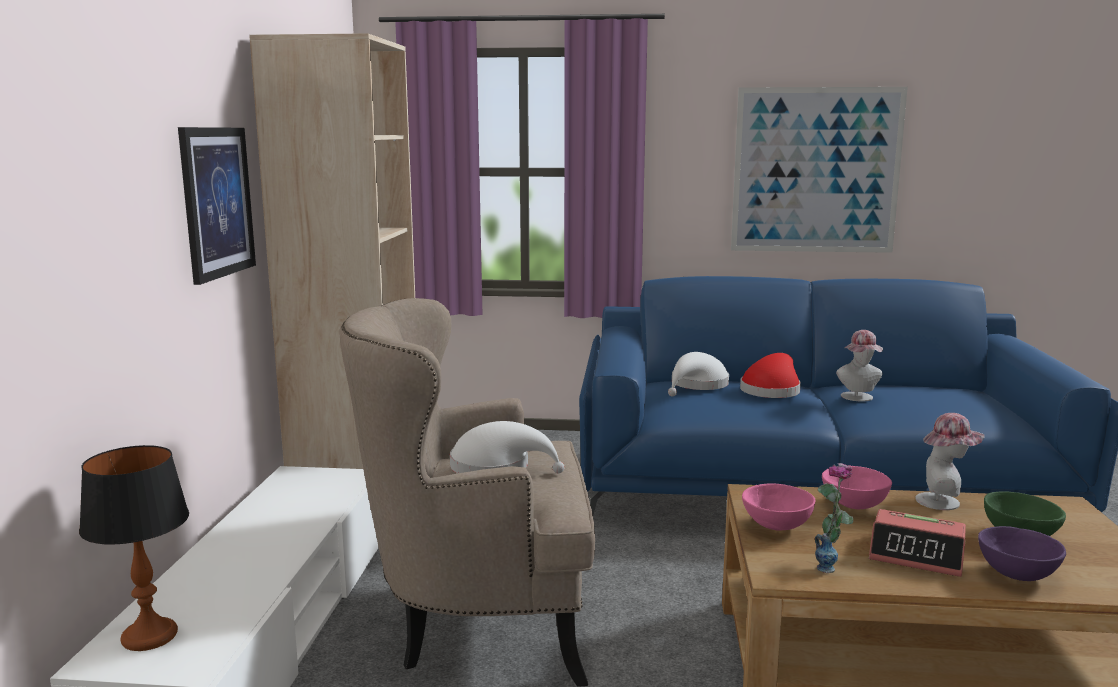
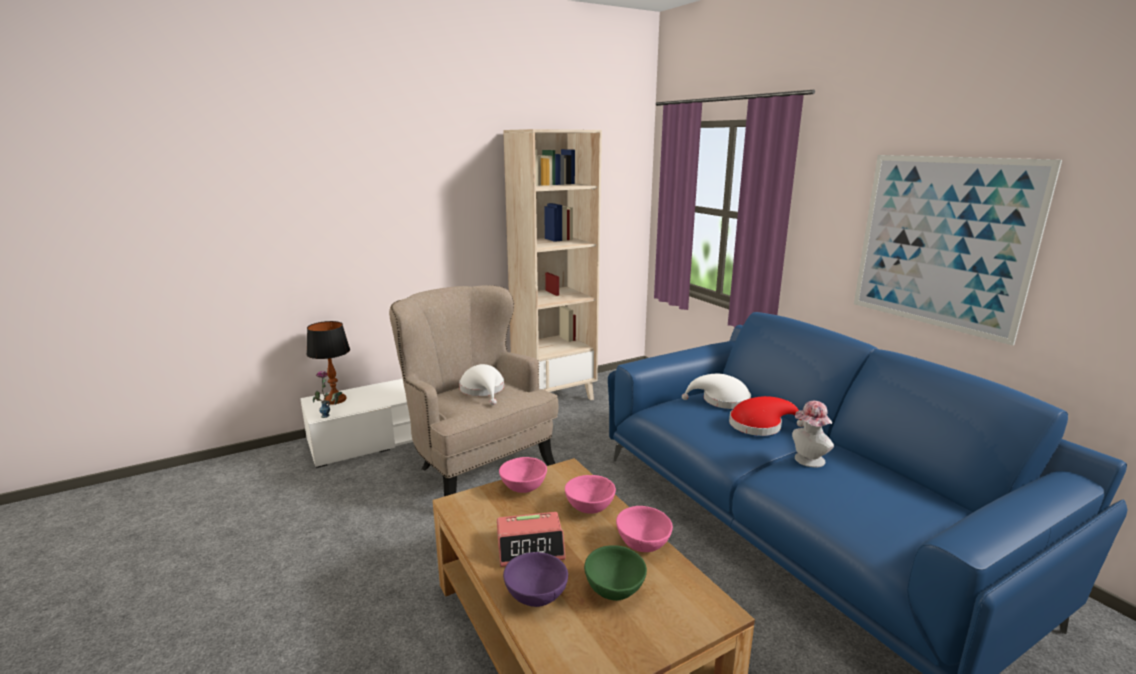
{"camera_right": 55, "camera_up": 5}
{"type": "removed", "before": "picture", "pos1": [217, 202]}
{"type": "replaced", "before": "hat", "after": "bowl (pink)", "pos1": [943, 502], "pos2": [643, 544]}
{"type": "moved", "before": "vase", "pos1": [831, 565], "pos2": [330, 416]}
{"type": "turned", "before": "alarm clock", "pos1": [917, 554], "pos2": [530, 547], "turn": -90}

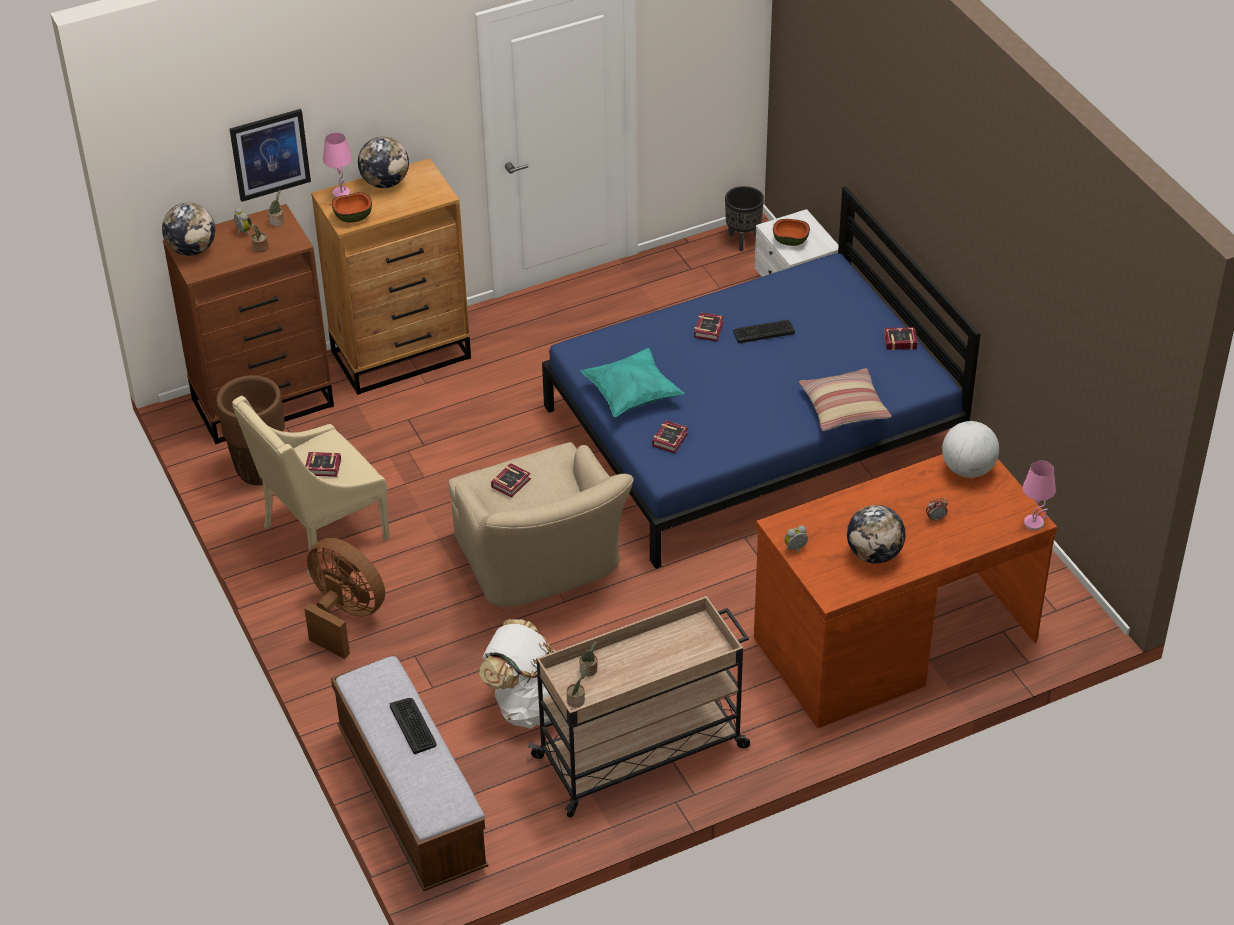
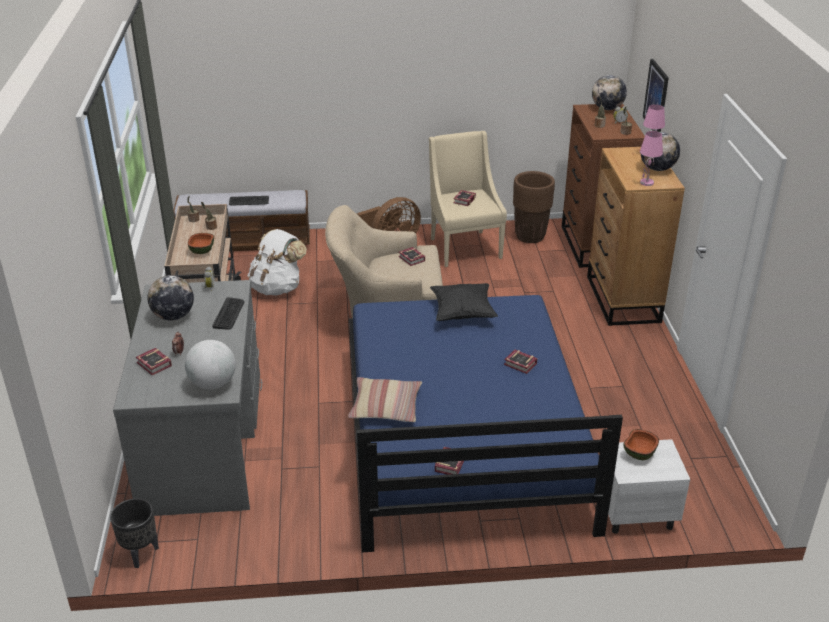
{"camera_right": 110, "camera_up": -10}
{"type": "moved", "before": "planter (black)", "pos1": [742, 241], "pos2": [140, 554]}
{"type": "moved", "before": "bowl", "pos1": [353, 216], "pos2": [202, 251]}
{"type": "moved", "before": "keyboard", "pos1": [763, 331], "pos2": [229, 314]}
{"type": "recoloured", "before": "pillow (turquoise)", "after": "pillow (black)", "pos1": [631, 395], "pos2": [462, 313]}
{"type": "moved", "before": "book", "pos1": [671, 439], "pos2": [154, 365]}
{"type": "recoloured", "before": "desk (brown)", "after": "desk (grey)", "pos1": [893, 638], "pos2": [204, 442]}
{"type": "moved", "before": "table lamp (pink)", "pos1": [1034, 523], "pos2": [646, 183]}

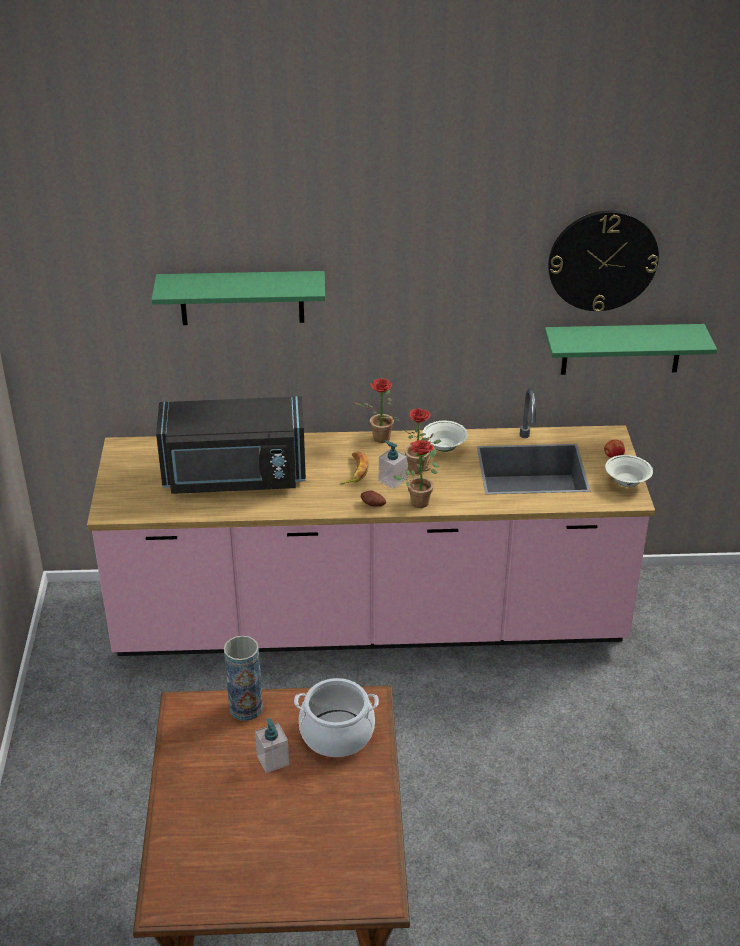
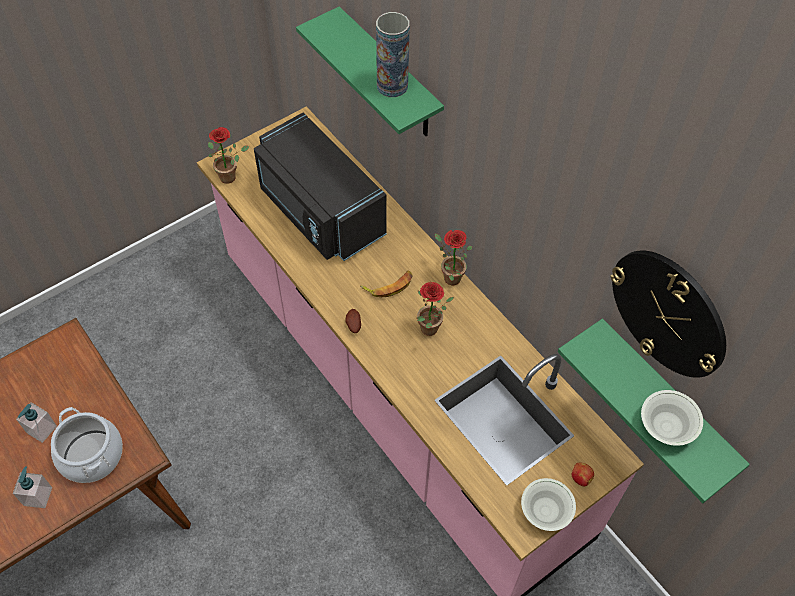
{"camera_right": 55, "camera_up": 20}
{"type": "moved", "before": "bowl (white)", "pos1": [444, 448], "pos2": [666, 427]}
{"type": "moved", "before": "soap dispenser", "pos1": [392, 480], "pos2": [38, 496]}
{"type": "moved", "before": "potted plant", "pos1": [420, 500], "pos2": [231, 176]}
{"type": "moved", "before": "vase", "pos1": [246, 708], "pos2": [392, 86]}

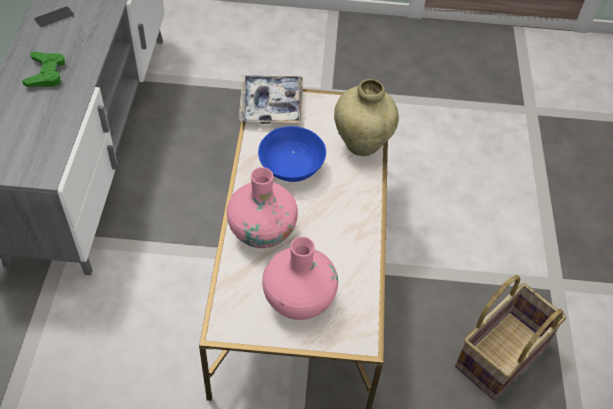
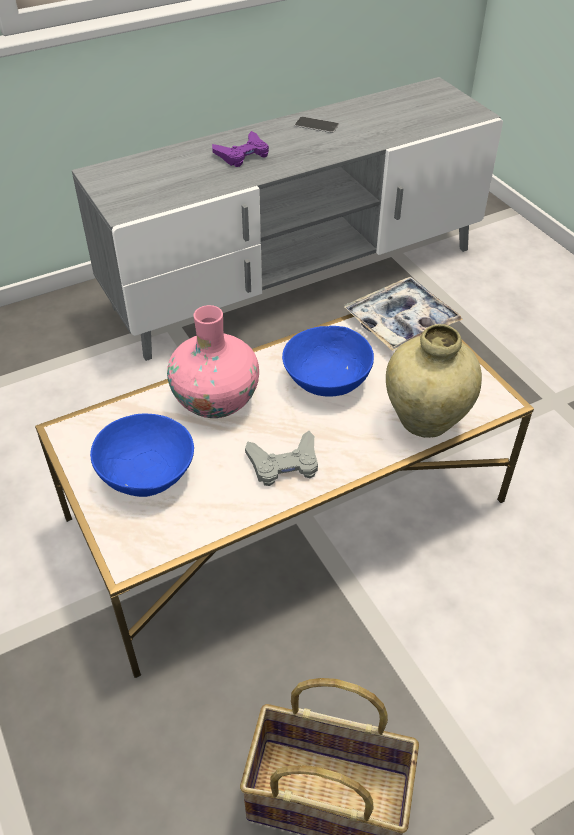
{"camera_right": 60, "camera_up": -5}
{"type": "recoloured", "before": "game controller (green)", "after": "game controller (purple)", "pos1": [46, 73], "pos2": [242, 154]}
{"type": "replaced", "before": "vase (pink)", "after": "bowl (blue)", "pos1": [298, 299], "pos2": [146, 473]}
{"type": "added", "after": "game controller (grey)", "pos2": [284, 464]}

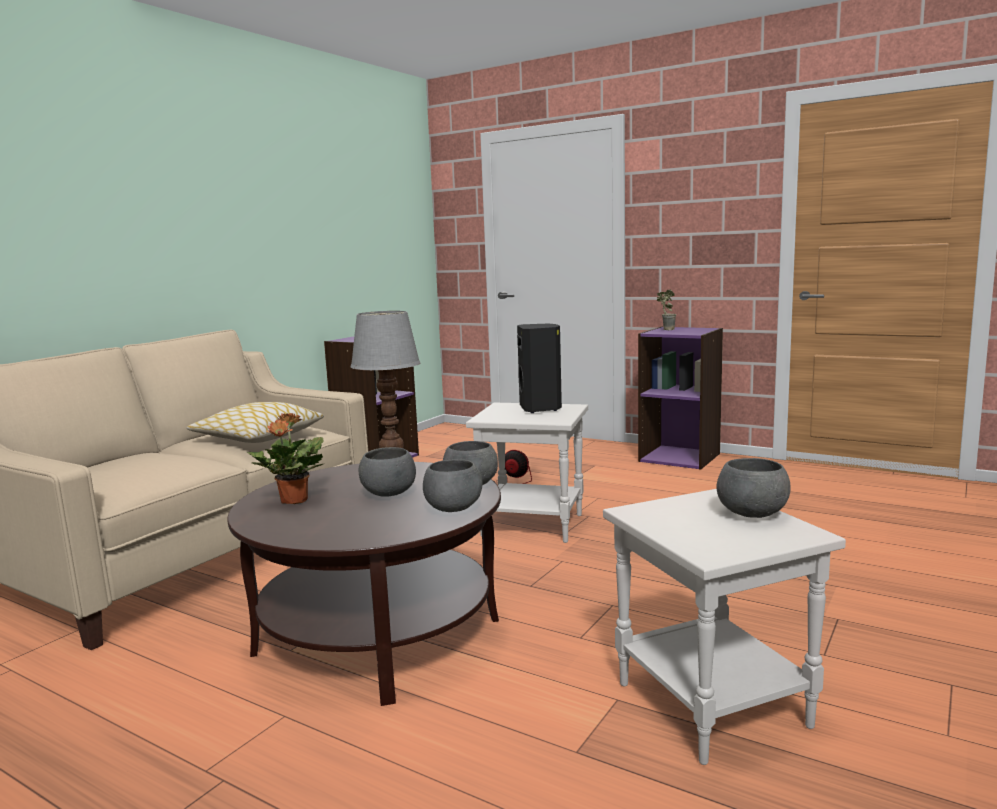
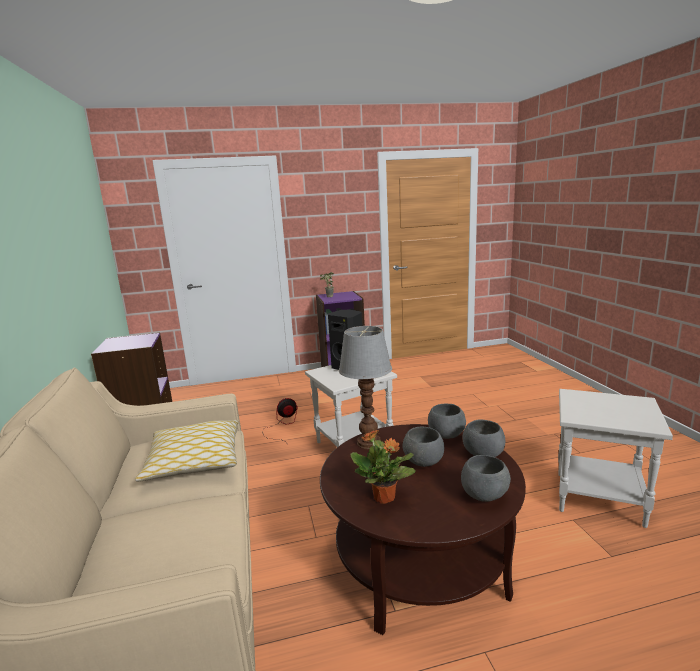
{"camera_right": -45, "camera_up": 5}
{"type": "moved", "before": "bowl (grey)", "pos1": [752, 515], "pos2": [485, 495]}

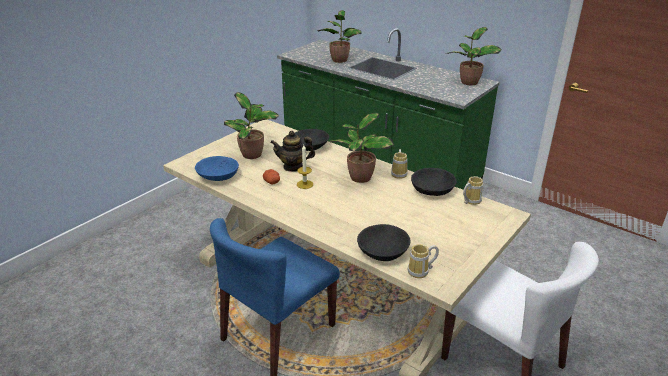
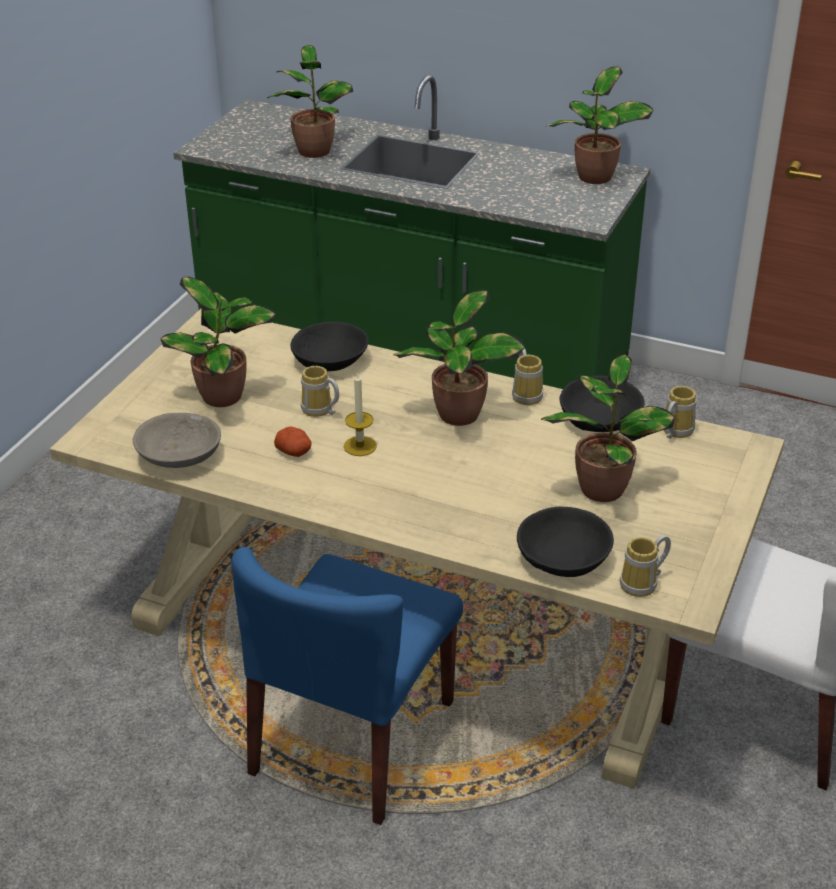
{"camera_right": -15, "camera_up": 5}
{"type": "replaced", "before": "teapot", "after": "mug", "pos1": [293, 167], "pos2": [319, 411]}
{"type": "recoloured", "before": "bowl (blue)", "after": "bowl (grey)", "pos1": [218, 176], "pos2": [179, 456]}
{"type": "added", "after": "potted plant", "pos2": [602, 487]}

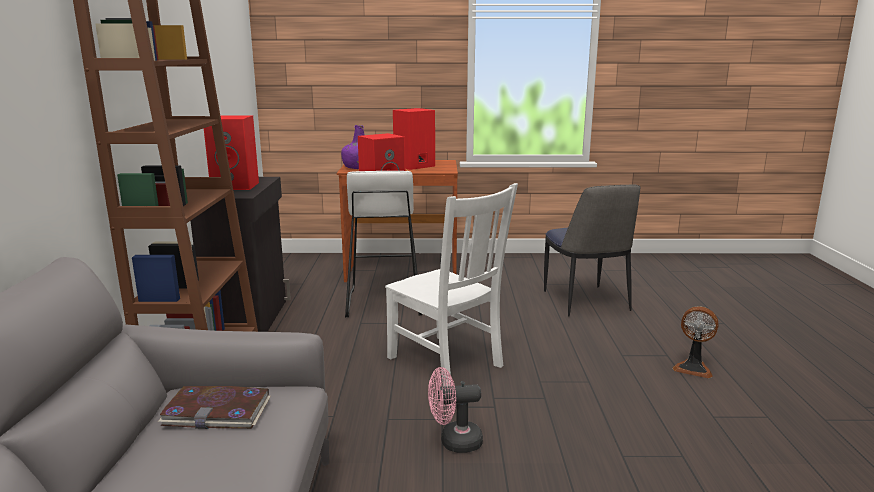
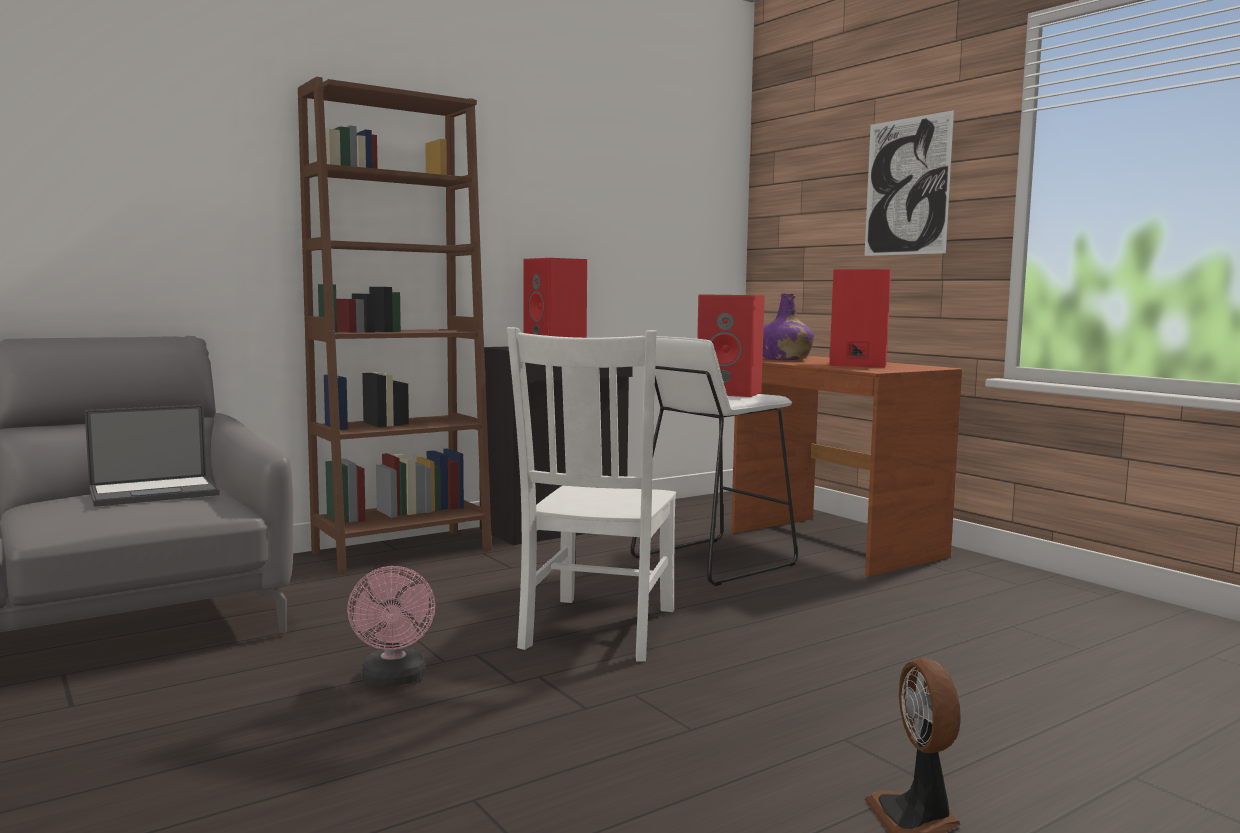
{"camera_right": 55, "camera_up": -10}
{"type": "removed", "before": "chair", "pos1": [586, 302]}
{"type": "turned", "before": "fan (pink)", "pos1": [454, 442], "pos2": [394, 680], "turn": -150}
{"type": "replaced", "before": "book", "after": "laptop", "pos1": [217, 411], "pos2": [155, 492]}
{"type": "added", "after": "picture", "pos2": [907, 186]}

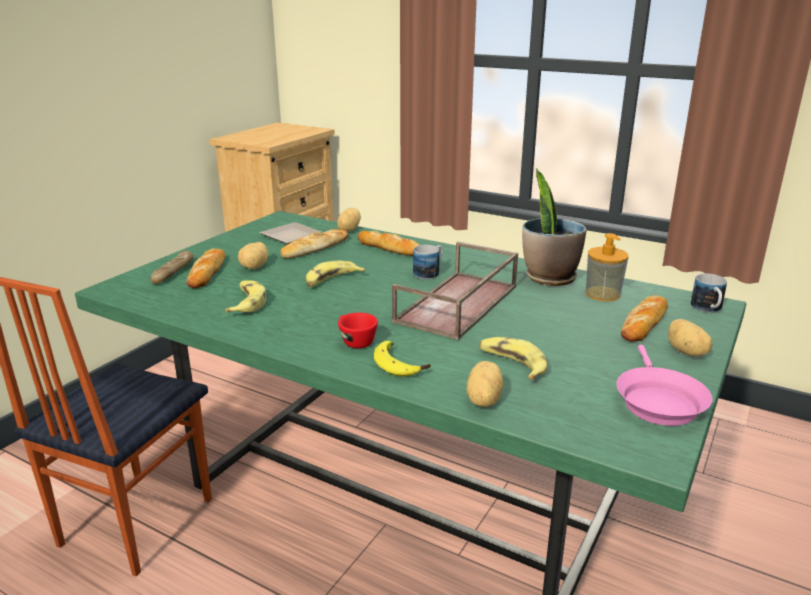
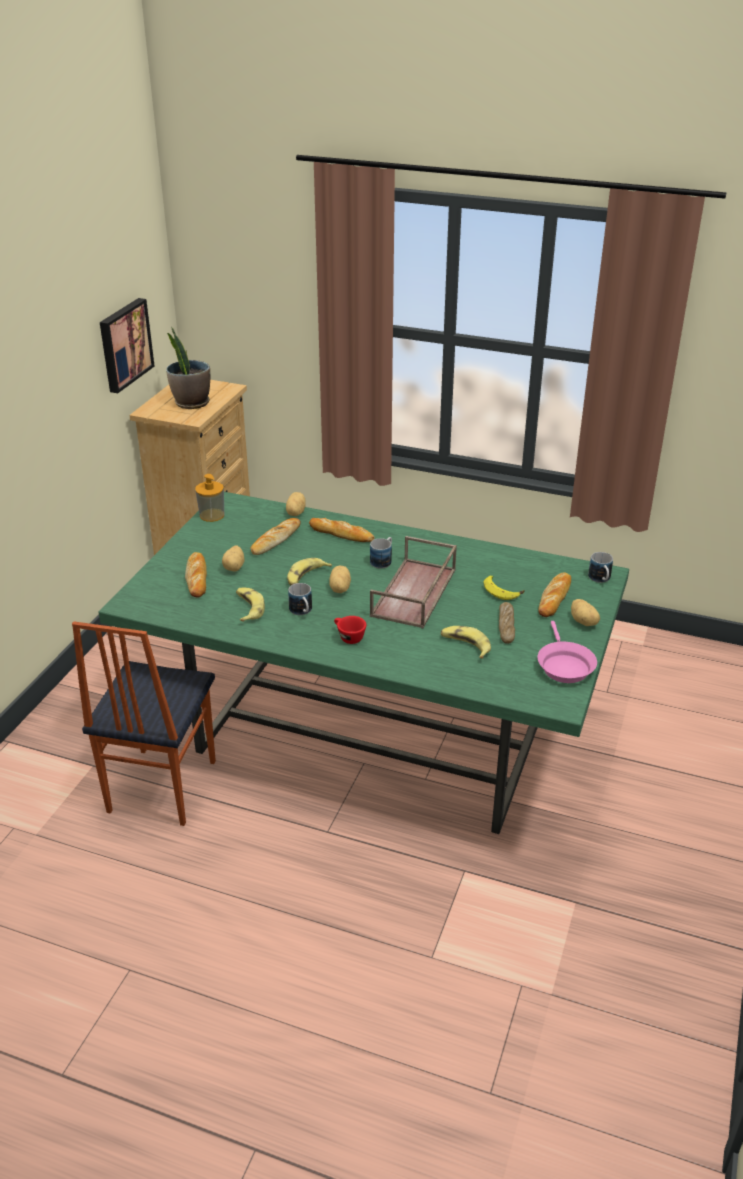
{"camera_right": -10, "camera_up": 10}
{"type": "moved", "before": "potted plant", "pos1": [549, 277], "pos2": [191, 403]}
{"type": "removed", "before": "plate", "pos1": [293, 236]}
{"type": "moved", "before": "soap dispenser", "pos1": [602, 294], "pos2": [212, 515]}
{"type": "moved", "before": "bread", "pos1": [173, 272], "pos2": [506, 626]}
{"type": "moved", "before": "banana", "pos1": [401, 364], "pos2": [502, 591]}
{"type": "moved", "before": "potato", "pos1": [482, 400], "pos2": [339, 588]}
{"type": "added", "after": "picture", "pos2": [124, 344]}
{"type": "added", "after": "mug", "pos2": [302, 612]}

